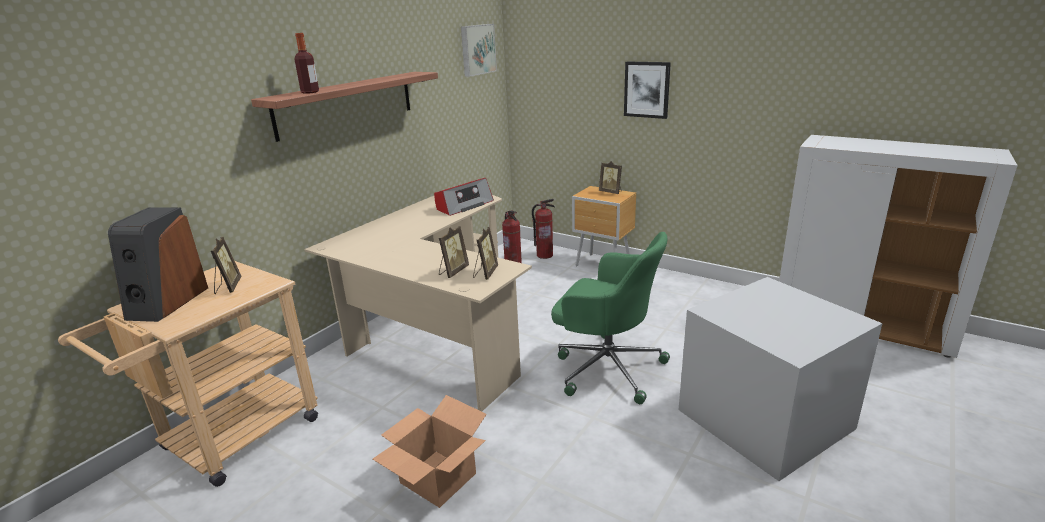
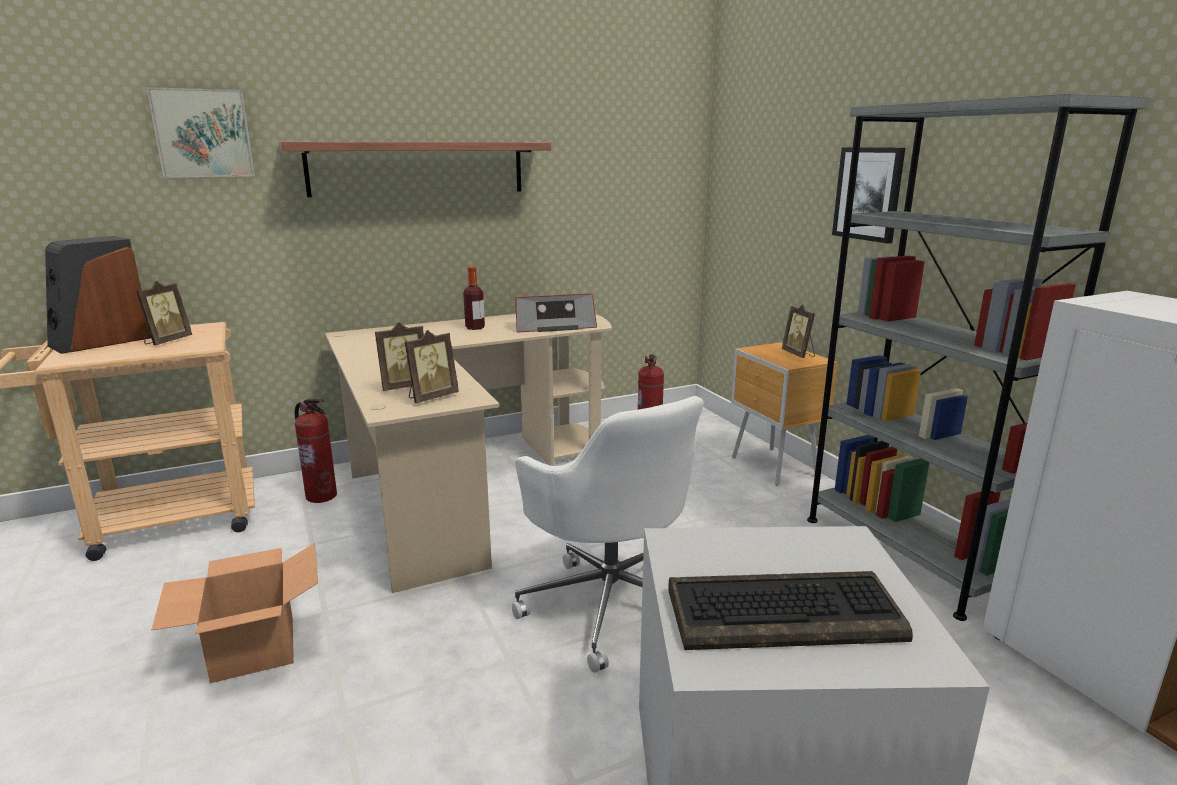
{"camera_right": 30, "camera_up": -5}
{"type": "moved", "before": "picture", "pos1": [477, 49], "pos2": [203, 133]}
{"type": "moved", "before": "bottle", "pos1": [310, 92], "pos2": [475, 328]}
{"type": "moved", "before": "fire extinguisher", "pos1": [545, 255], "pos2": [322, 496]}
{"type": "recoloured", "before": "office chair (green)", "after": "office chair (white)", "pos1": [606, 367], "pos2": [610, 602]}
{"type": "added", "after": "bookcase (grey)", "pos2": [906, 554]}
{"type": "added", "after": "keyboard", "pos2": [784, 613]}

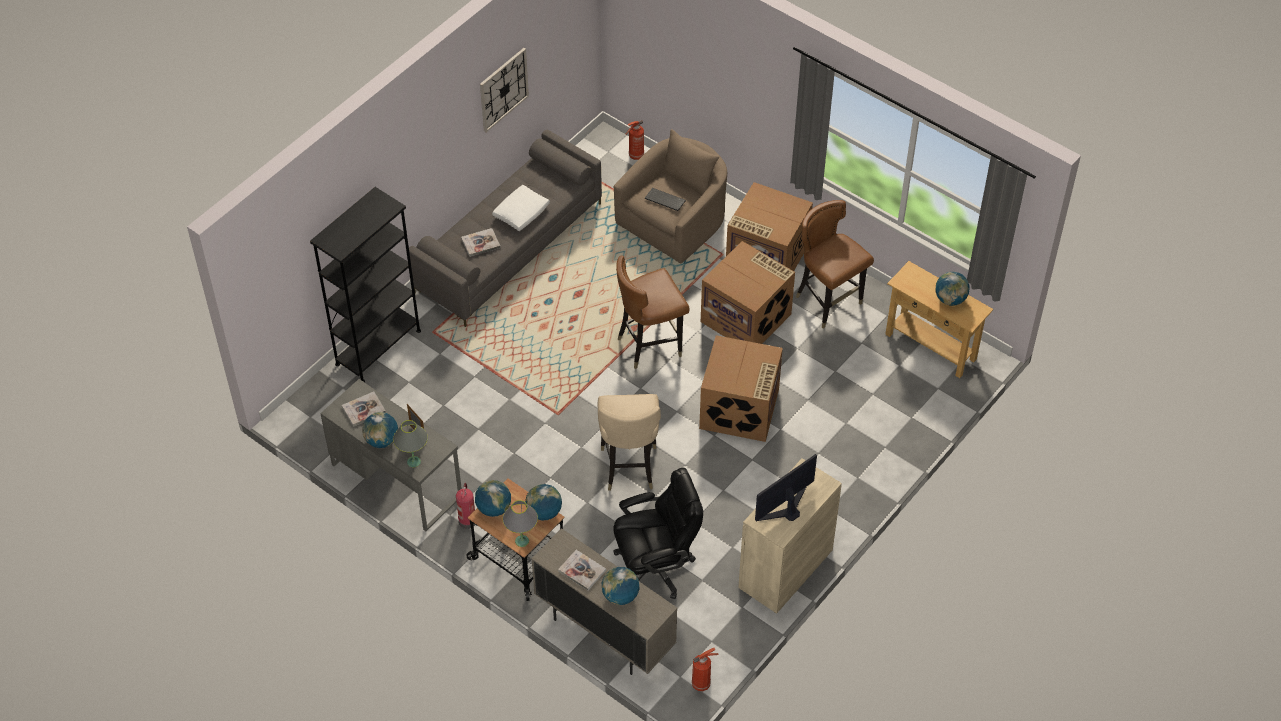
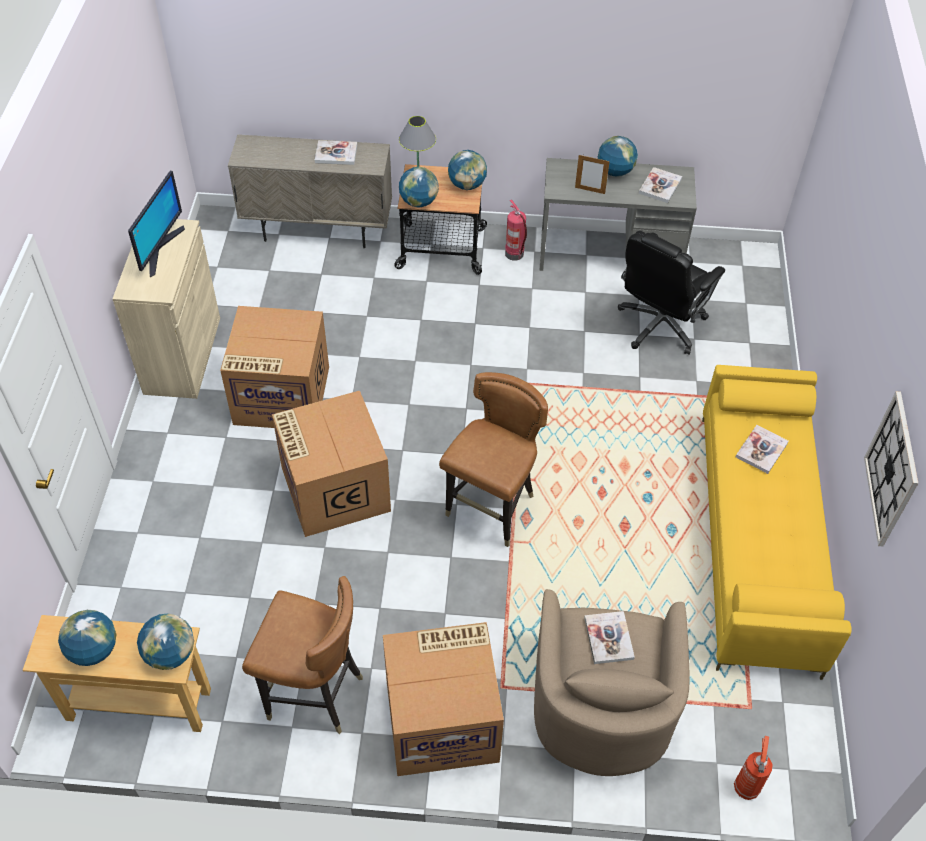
{"camera_right": 145, "camera_up": 0}
{"type": "recoloured", "before": "sofa (grey)", "after": "sofa (yellow)", "pos1": [508, 247], "pos2": [758, 541]}
{"type": "removed", "before": "pillow (white)", "pos1": [521, 213]}
{"type": "removed", "before": "bookcase (black)", "pos1": [378, 347]}
{"type": "replaced", "before": "keyboard", "after": "book", "pos1": [664, 200], "pos2": [608, 638]}
{"type": "moved", "before": "cardboard box", "pos1": [747, 317], "pos2": [280, 396]}
{"type": "removed", "before": "chair (beige)", "pos1": [628, 467]}
{"type": "removed", "before": "table lamp (grey)", "pos1": [413, 462]}
{"type": "moved", "before": "office chair (black)", "pos1": [655, 566], "pos2": [660, 325]}
{"type": "moved", "before": "globe", "pos1": [620, 596], "pos2": [170, 654]}
{"type": "removed", "before": "fire extinguisher", "pos1": [702, 683]}

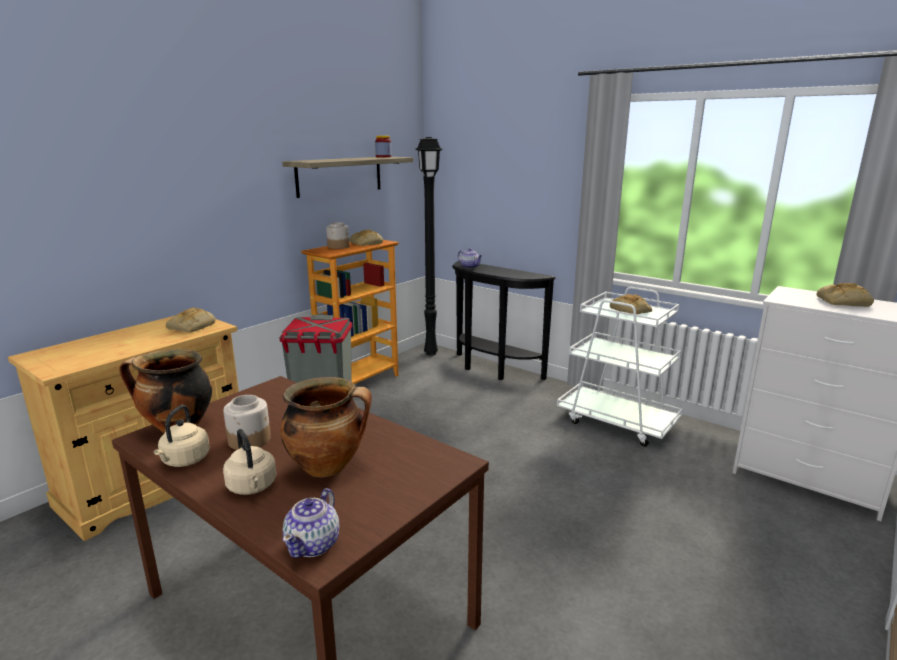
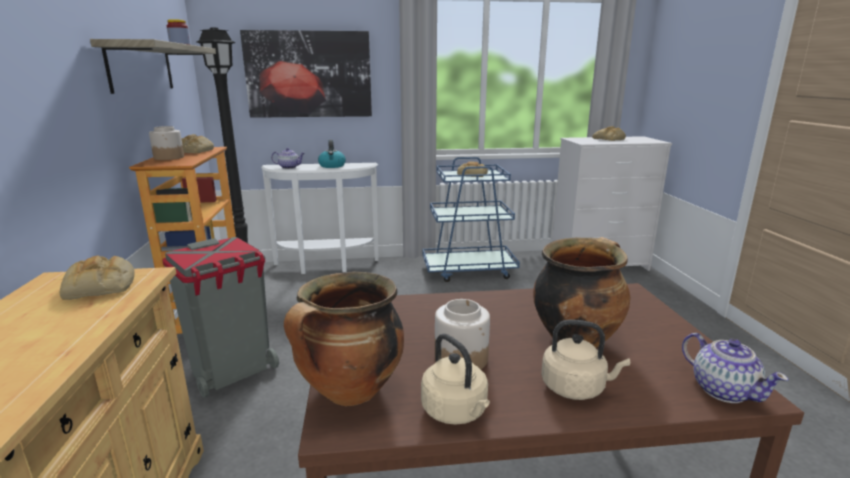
{"camera_right": -45, "camera_up": 0}
{"type": "recoloured", "before": "console table (black)", "after": "console table (white)", "pos1": [492, 370], "pos2": [326, 266]}
{"type": "recoloured", "before": "cart (white)", "after": "cart (blue)", "pos1": [617, 422], "pos2": [469, 270]}
{"type": "added", "after": "picture", "pos2": [309, 74]}
{"type": "added", "after": "kettle", "pos2": [332, 166]}

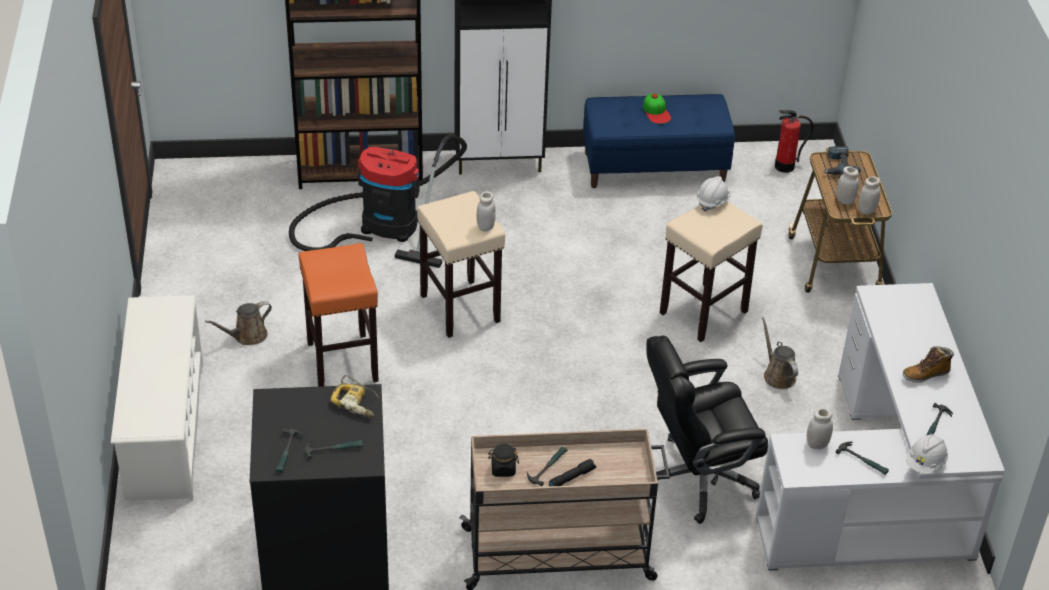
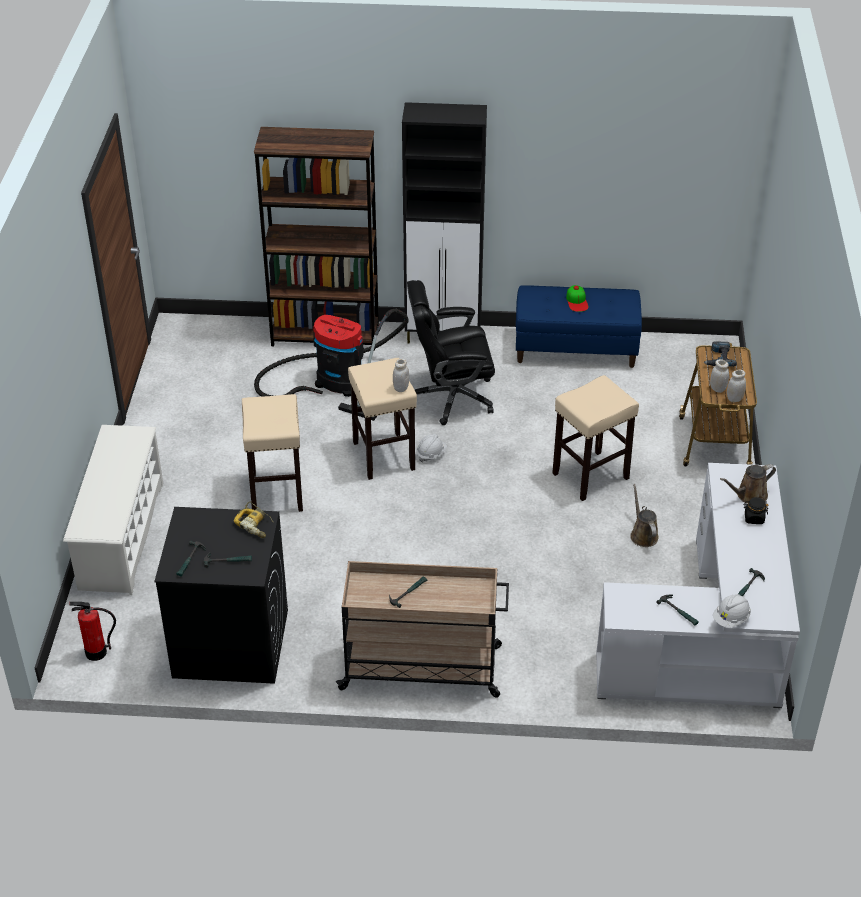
{"camera_right": 10, "camera_up": 0}
{"type": "moved", "before": "fire extinguisher", "pos1": [784, 166], "pos2": [96, 653]}
{"type": "moved", "before": "hard hat (white)", "pos1": [712, 201], "pos2": [431, 454]}
{"type": "recoloured", "before": "stool (orange)", "after": "stool (beige)", "pos1": [342, 361], "pos2": [276, 492]}
{"type": "moved", "before": "watering can (brown)", "pos1": [247, 336], "pos2": [749, 495]}
{"type": "moved", "before": "office chair (black)", "pos1": [698, 478], "pos2": [451, 397]}
{"type": "removed", "before": "boot", "pos1": [926, 374]}
{"type": "removed", "before": "jar (white)", "pos1": [817, 444]}
{"type": "moved", "before": "jar (black)", "pos1": [503, 469], "pos2": [754, 518]}
{"type": "removed", "before": "flashlight (black)", "pos1": [572, 477]}

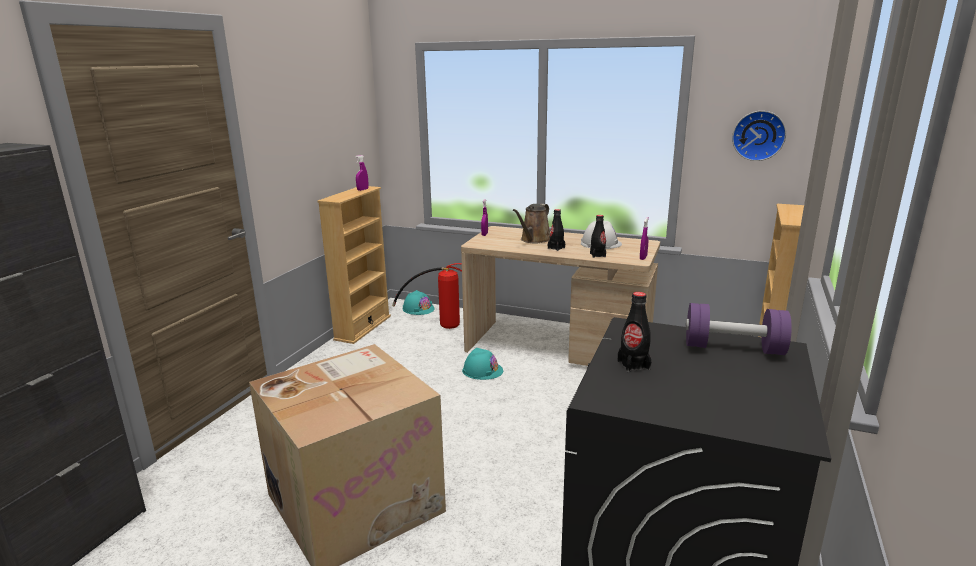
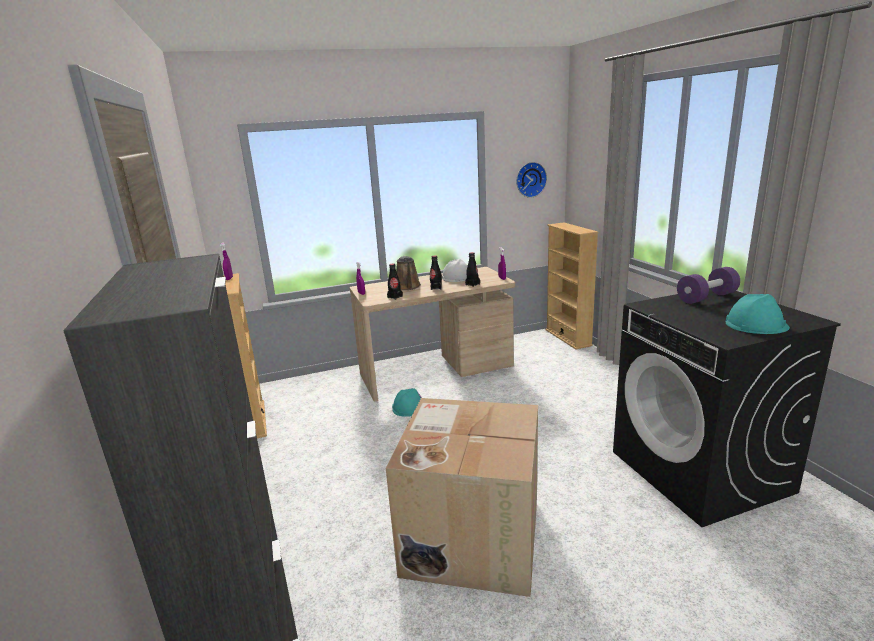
{"camera_right": -40, "camera_up": 0}
{"type": "removed", "before": "fire extinguisher", "pos1": [438, 324]}
{"type": "moved", "before": "hard hat (turquoise)", "pos1": [418, 309], "pos2": [756, 324]}
{"type": "moved", "before": "bottle (black)", "pos1": [633, 365], "pos2": [395, 297]}

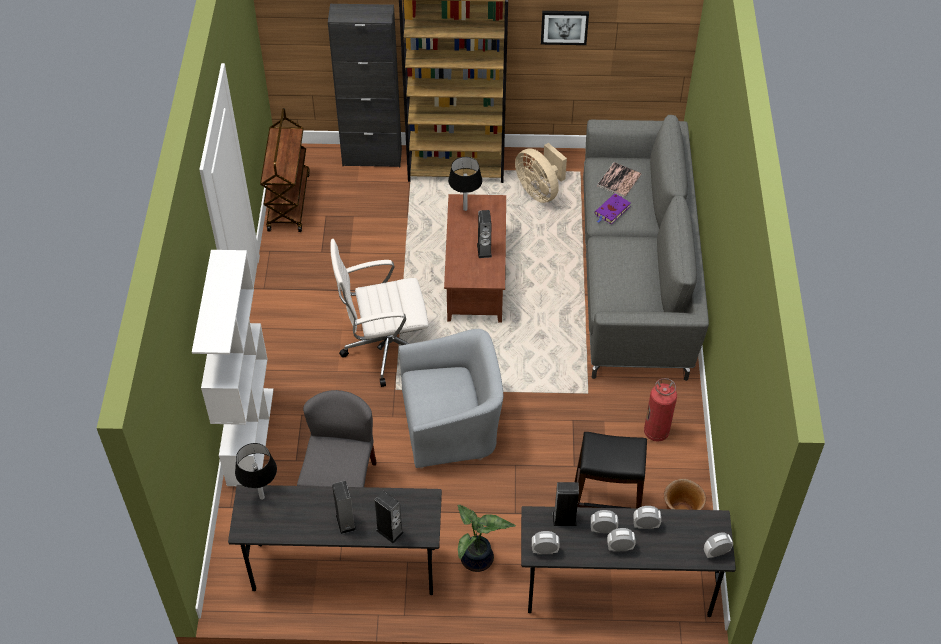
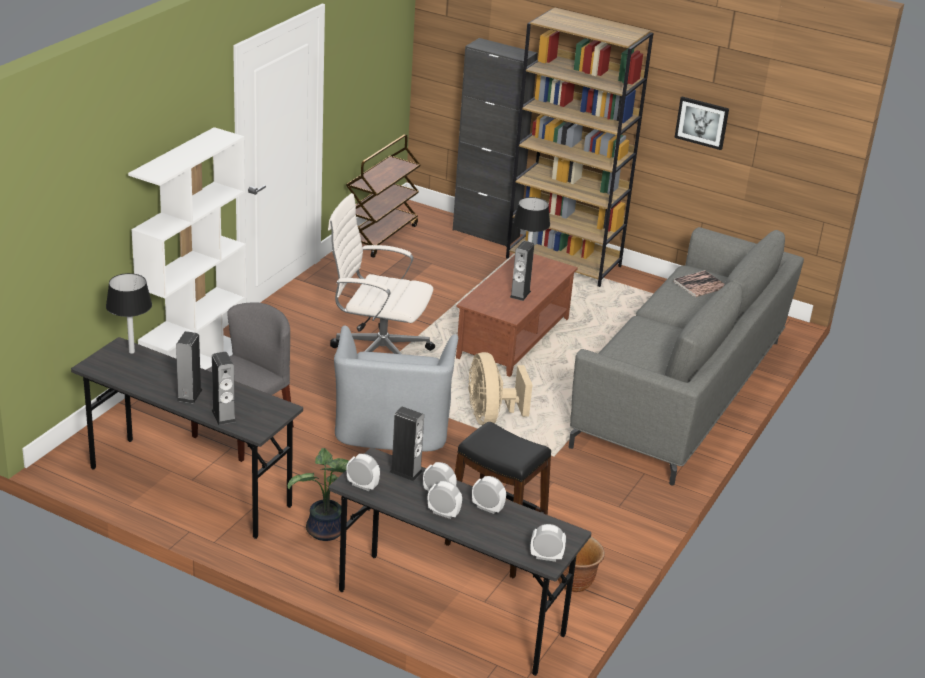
{"camera_right": 25, "camera_up": -20}
{"type": "moved", "before": "fan (beige)", "pos1": [539, 191], "pos2": [491, 417]}
{"type": "removed", "before": "book (purple)", "pos1": [612, 211]}
{"type": "turned", "before": "armchair (grey)", "pos1": [451, 424], "pos2": [392, 428], "turn": 75}
{"type": "removed", "before": "fire extinguisher", "pos1": [656, 432]}

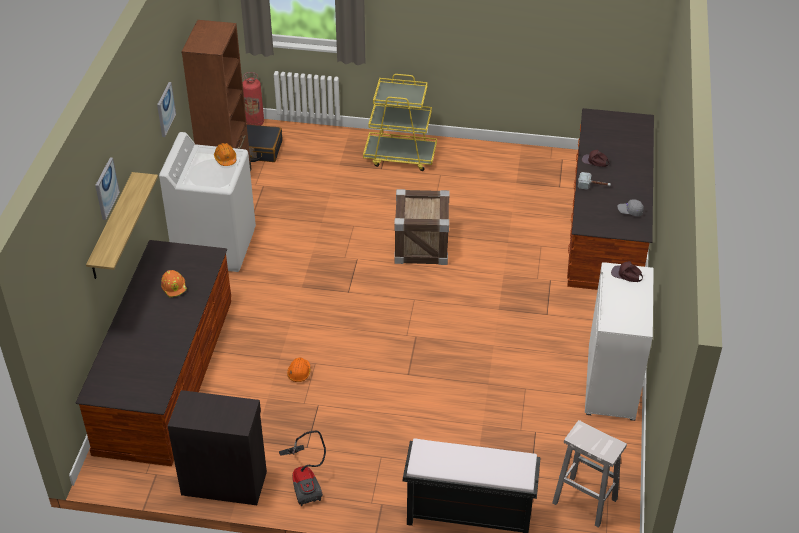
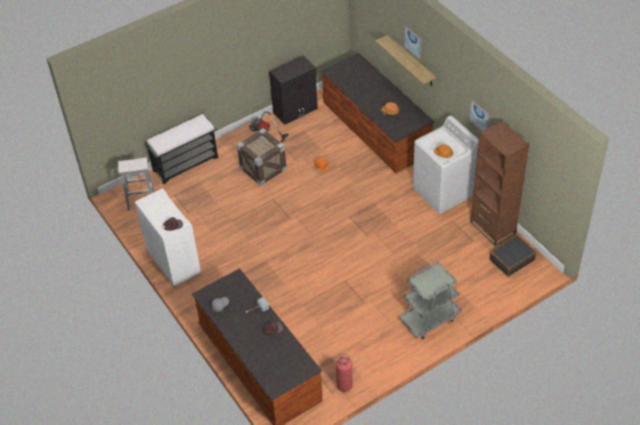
{"camera_right": 140, "camera_up": 5}
{"type": "moved", "before": "fire extinguisher", "pos1": [255, 122], "pos2": [344, 386]}
{"type": "recoloured", "before": "cart (yellow)", "after": "cart (grey)", "pos1": [400, 156], "pos2": [429, 319]}
{"type": "moved", "before": "crate", "pos1": [421, 246], "pos2": [263, 169]}

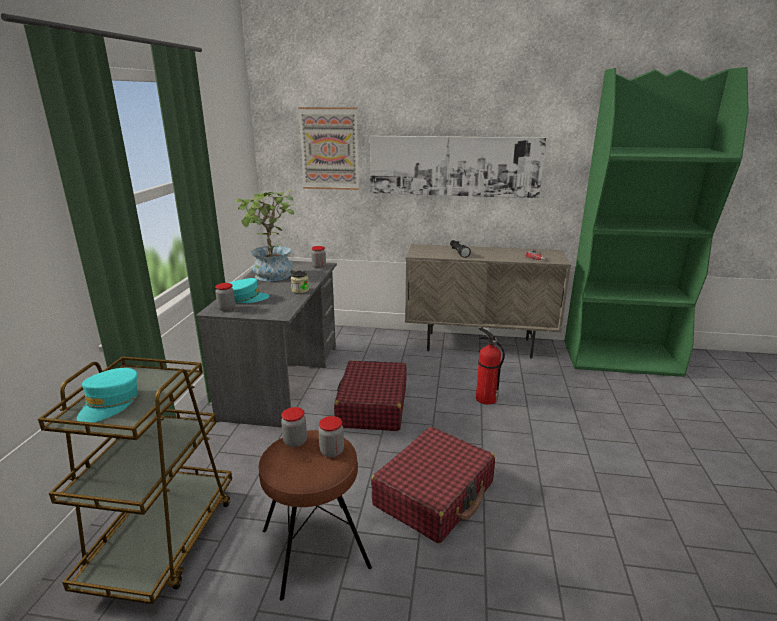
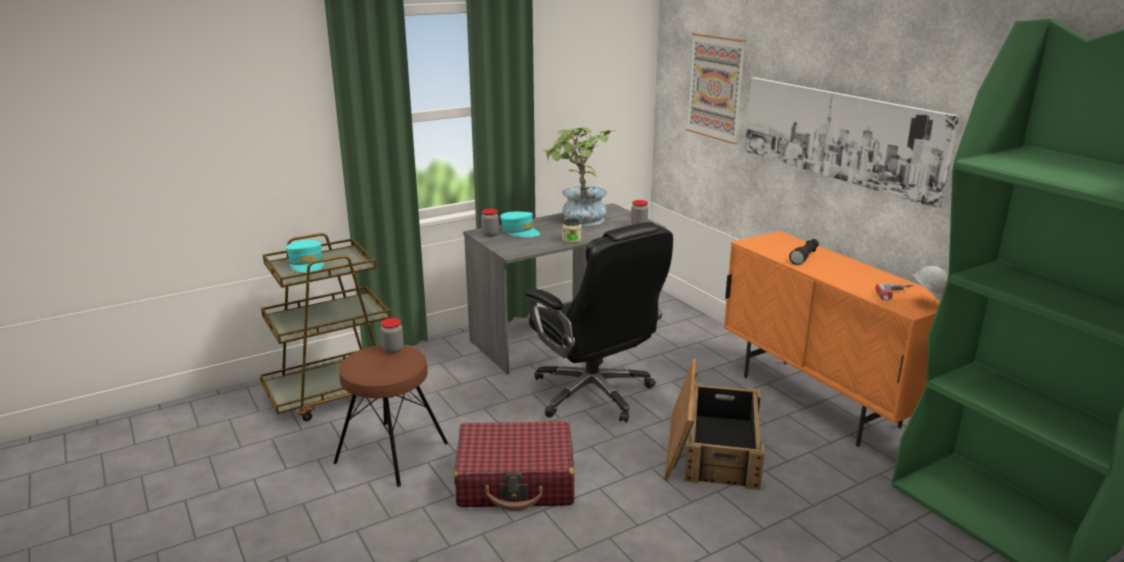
{"camera_right": 50, "camera_up": 0}
{"type": "recoloured", "before": "cabinet (beige)", "after": "cabinet (orange)", "pos1": [479, 345], "pos2": [819, 401]}
{"type": "replaced", "before": "fire extinguisher", "after": "crate", "pos1": [485, 398], "pos2": [711, 448]}
{"type": "replaced", "before": "suitcase (red)", "after": "office chair (black)", "pos1": [372, 406], "pos2": [594, 394]}
{"type": "turned", "before": "cap (turquoise)", "pos1": [110, 403], "pos2": [307, 264], "turn": -90}
{"type": "removed", "before": "jar", "pos1": [332, 451]}
{"type": "added", "after": "hard hat (white)", "pos2": [925, 303]}

